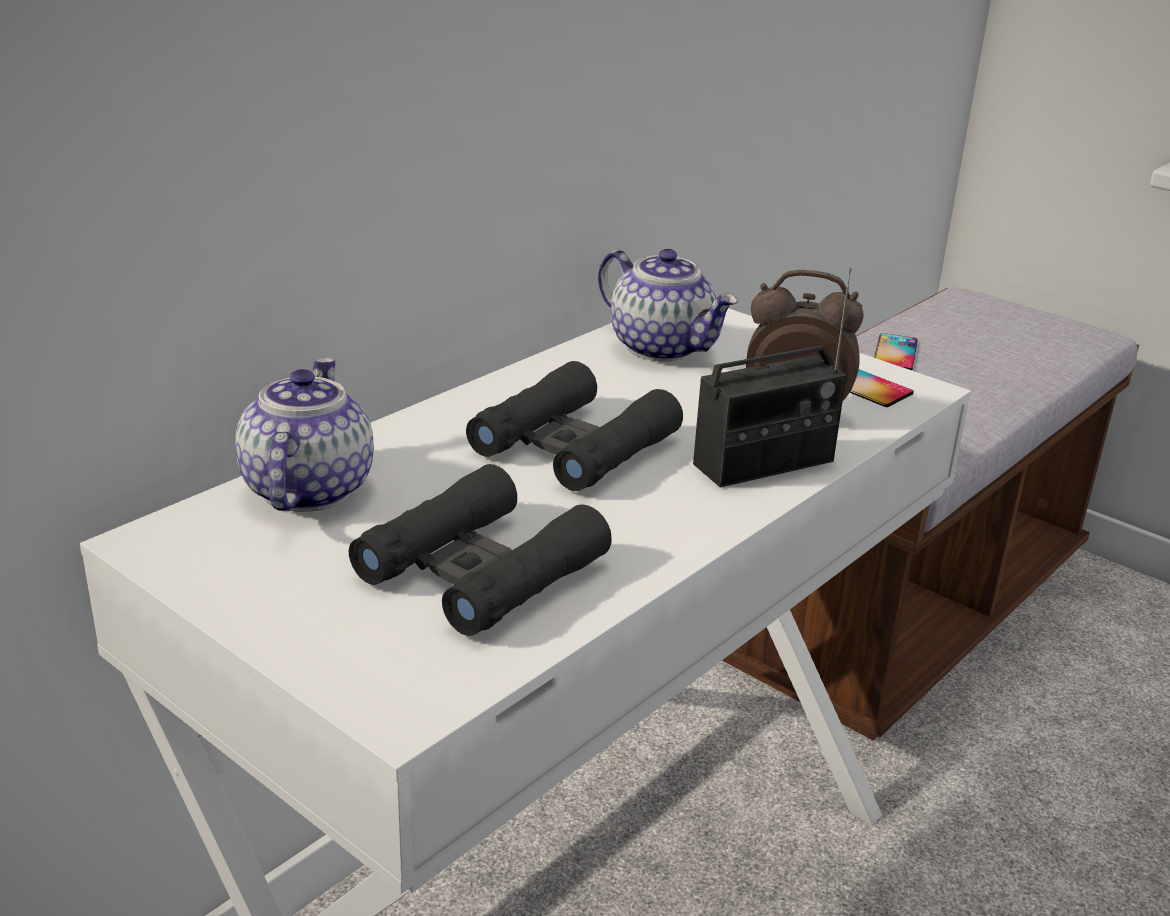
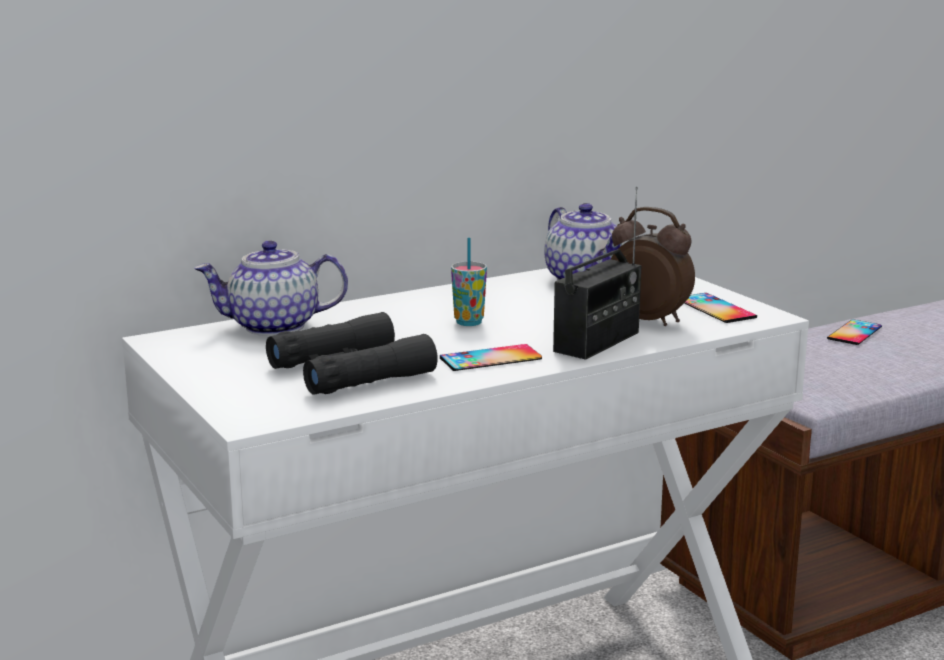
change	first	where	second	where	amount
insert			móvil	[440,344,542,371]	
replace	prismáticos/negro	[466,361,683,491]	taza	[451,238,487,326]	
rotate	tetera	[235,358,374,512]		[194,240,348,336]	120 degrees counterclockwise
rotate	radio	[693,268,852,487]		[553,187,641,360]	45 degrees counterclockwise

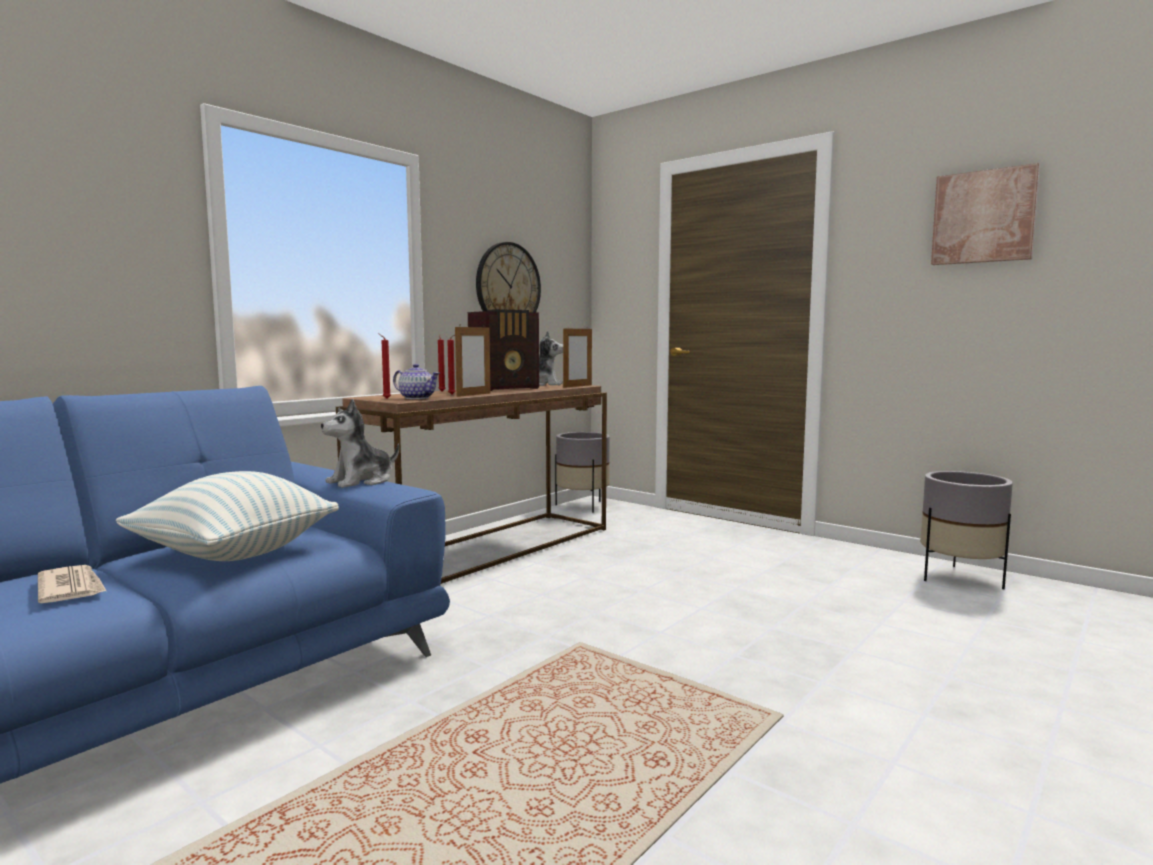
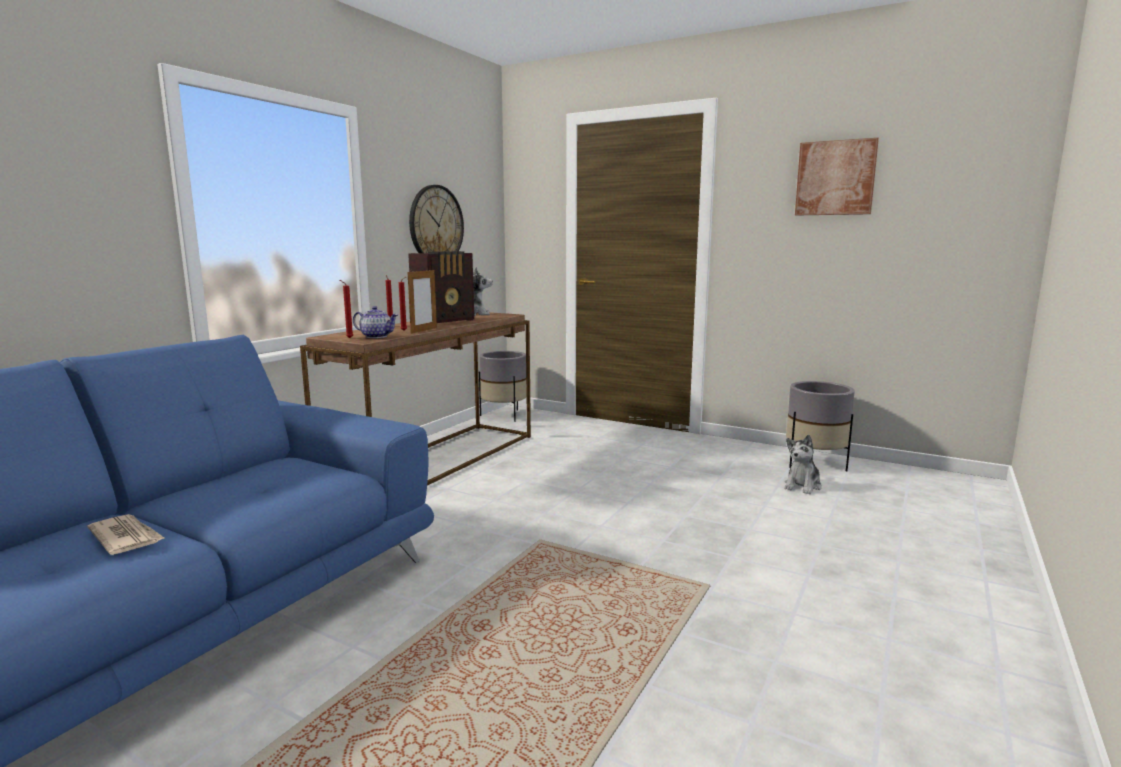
change	first	where	second	where	amount
delete	cojín	[116,471,339,561]			
delete	portarretratos	[563,326,592,388]			
move	peluche	[321,399,399,488]		[784,435,822,494]	

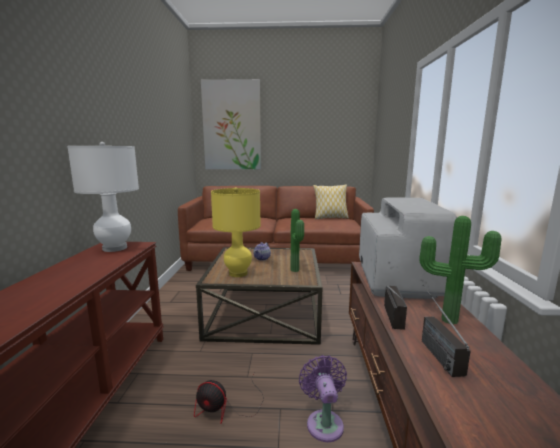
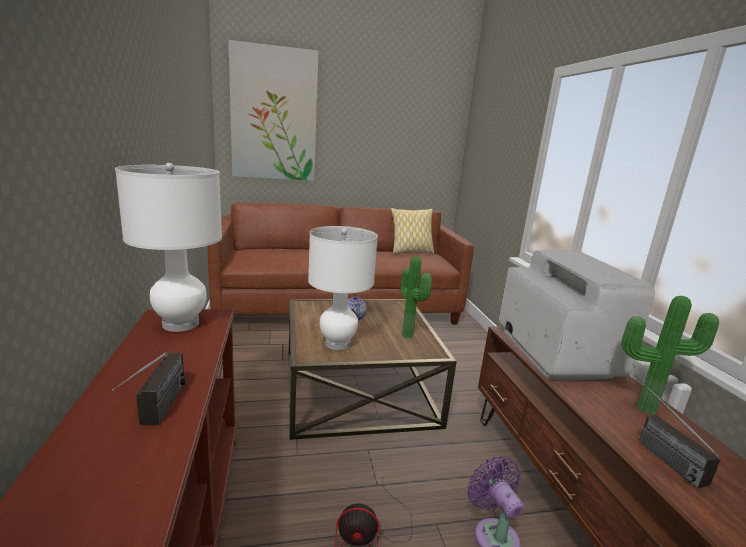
change	first	where	second	where	amount
move	radio	[384,285,407,330]		[112,353,187,425]	
recolor	lámpara de mesa/amarillo	[211,187,261,277]	lámpara de mesa/blanco	[308,226,378,350]	

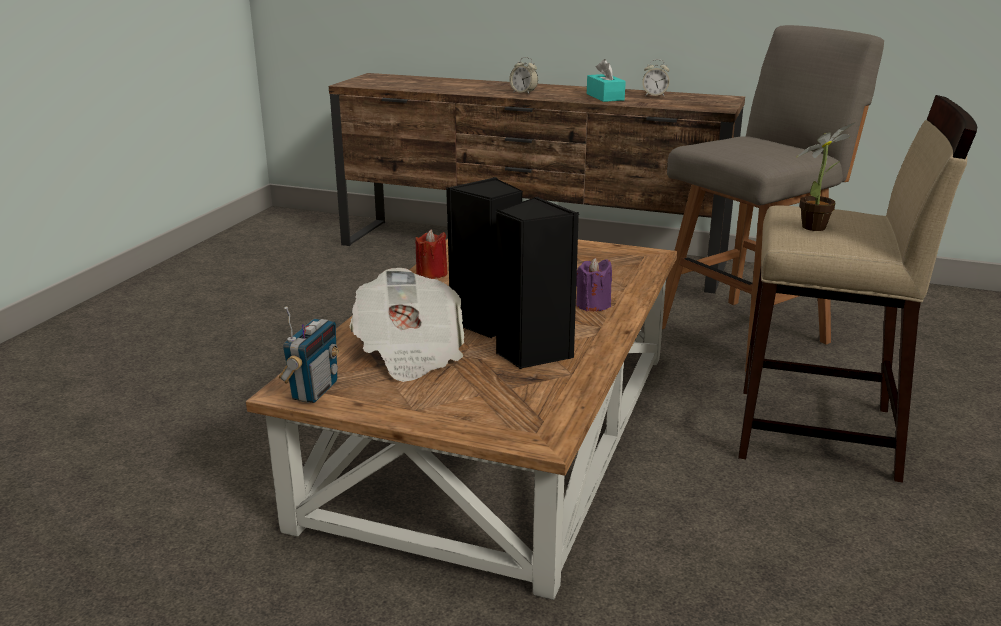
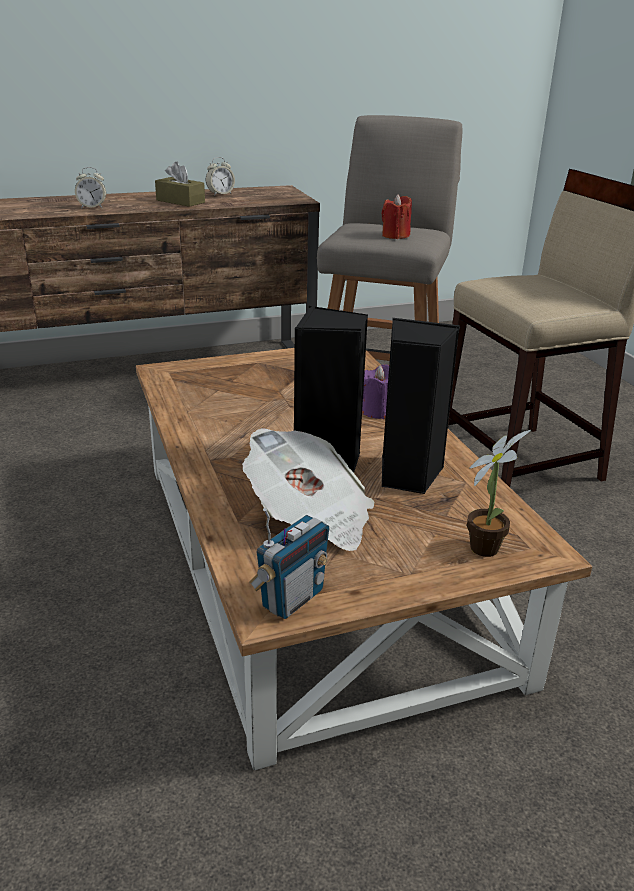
change	first	where	second	where	amount
move	vela/rojo	[415,229,448,279]		[382,194,412,239]	
move	planta en maceta	[796,122,856,231]		[467,430,531,557]	
recolor	caja de pañuelos/turquesa	[587,59,626,102]	caja de pañuelos/marrón	[155,162,205,207]	
rotate	radio	[279,306,339,403]		[249,508,329,619]	60 degrees clockwise

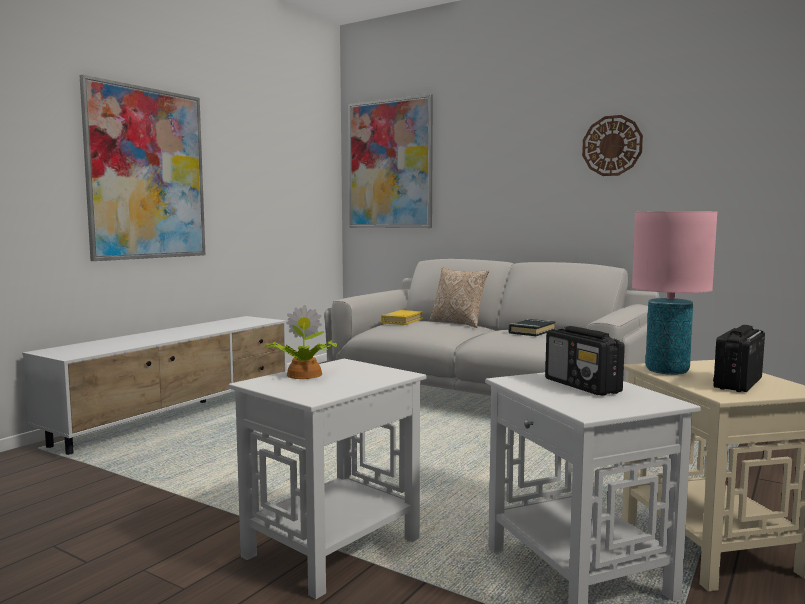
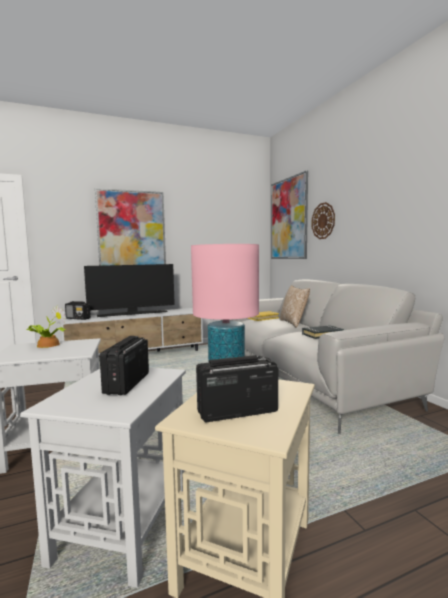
change	first	where	second	where	amount
insert			radio	[65,301,91,320]	
insert			televisor	[84,264,175,317]	
move	reloj de pared	[582,115,643,176]		[312,202,335,239]	

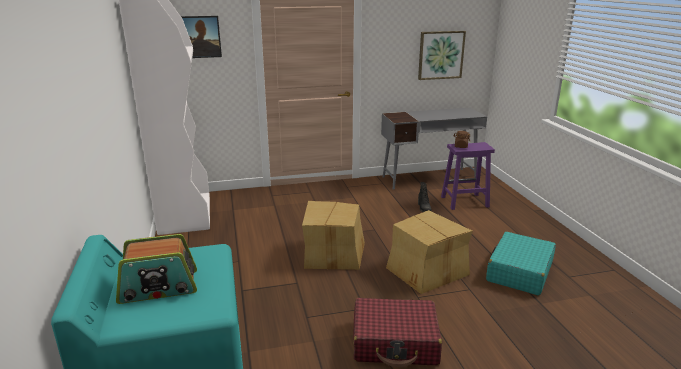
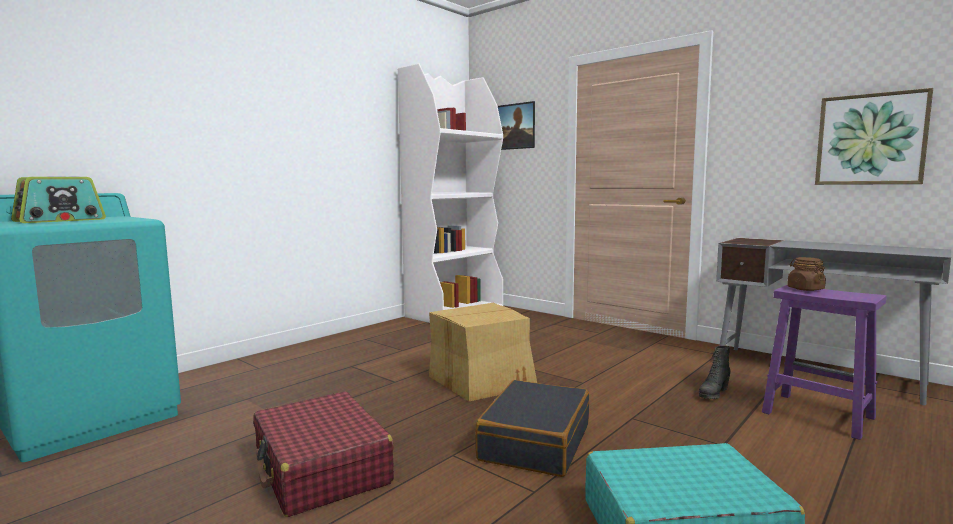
change	first	where	second	where	amount
replace	caja de cartón	[386,210,473,294]	maleta/negro	[475,380,589,477]	
rotate	radio	[116,234,197,304]		[11,177,106,223]	90 degrees counterclockwise

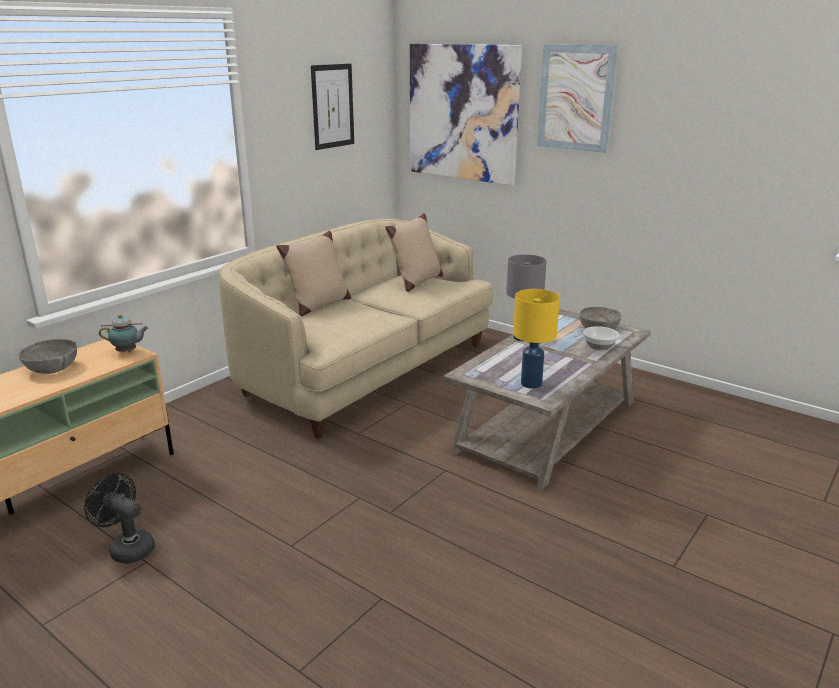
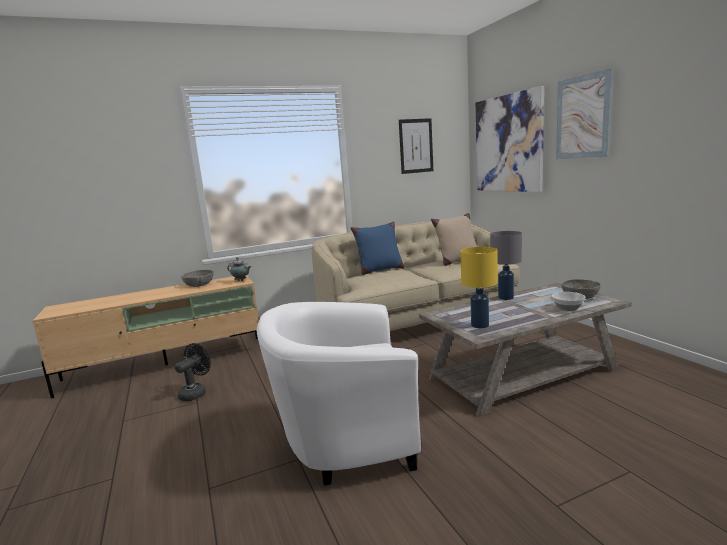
change	first	where	second	where	amount
insert			sillón/blanco	[257,302,421,486]	
recolor	cojín/beis	[276,231,351,316]	cojín/azul	[351,221,405,275]	
rotate	ventilador/negro	[84,473,155,564]		[175,343,211,401]	60 degrees clockwise

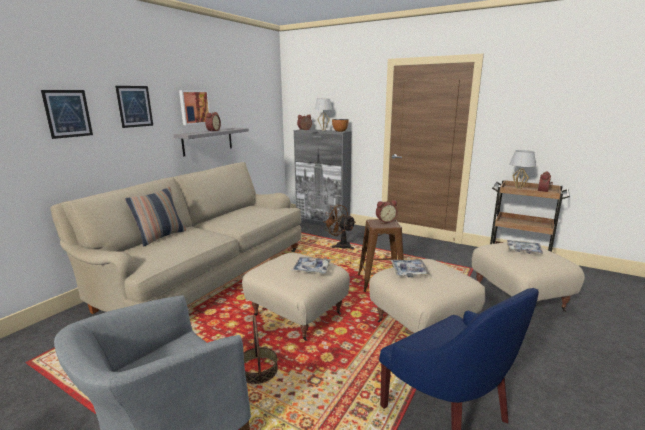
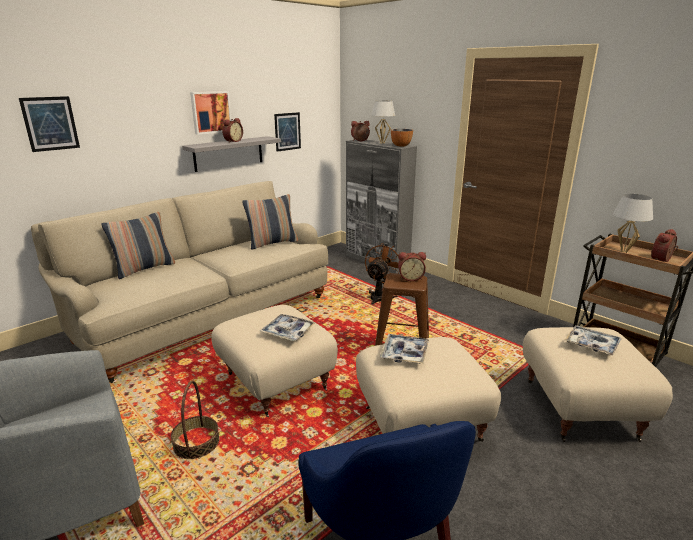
change	first	where	second	where	amount
insert			cojín	[242,194,298,250]	
move	cuadro	[115,86,153,128]		[274,112,301,152]	
rotate	ventilador/marrón	[323,204,356,249]		[365,243,399,305]	60 degrees clockwise

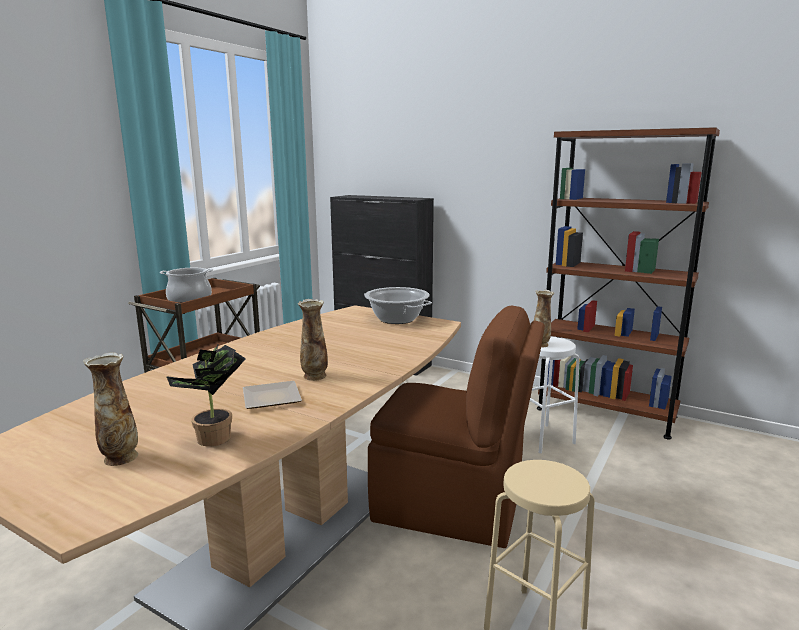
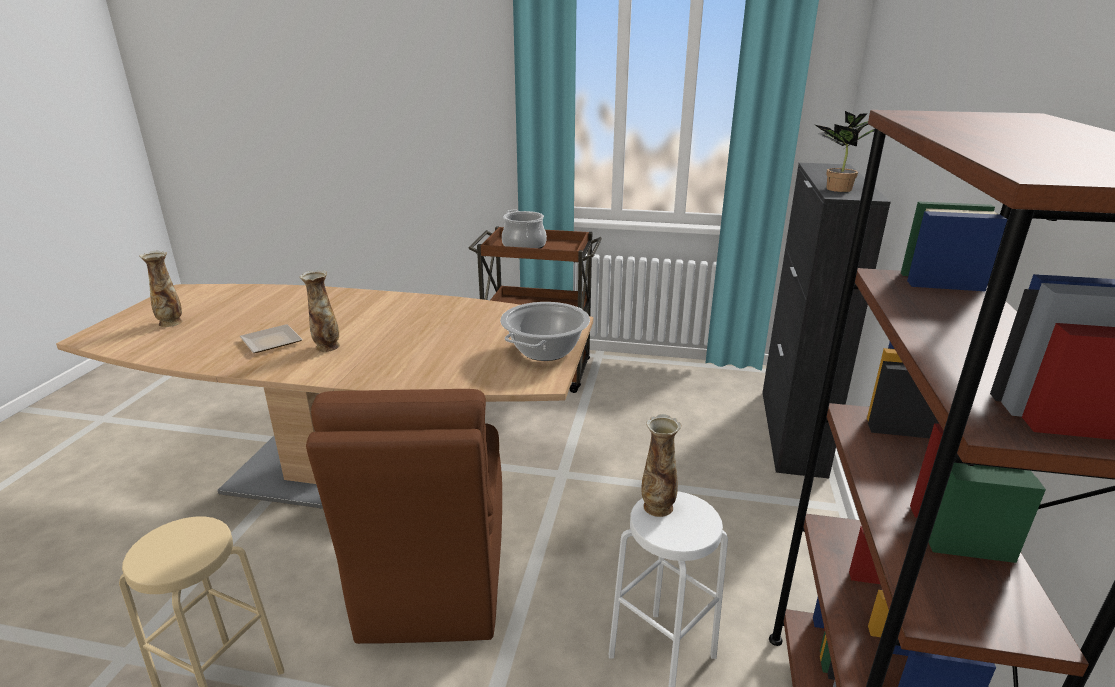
change	first	where	second	where	amount
move	planta en maceta	[166,343,246,447]		[815,111,875,192]	

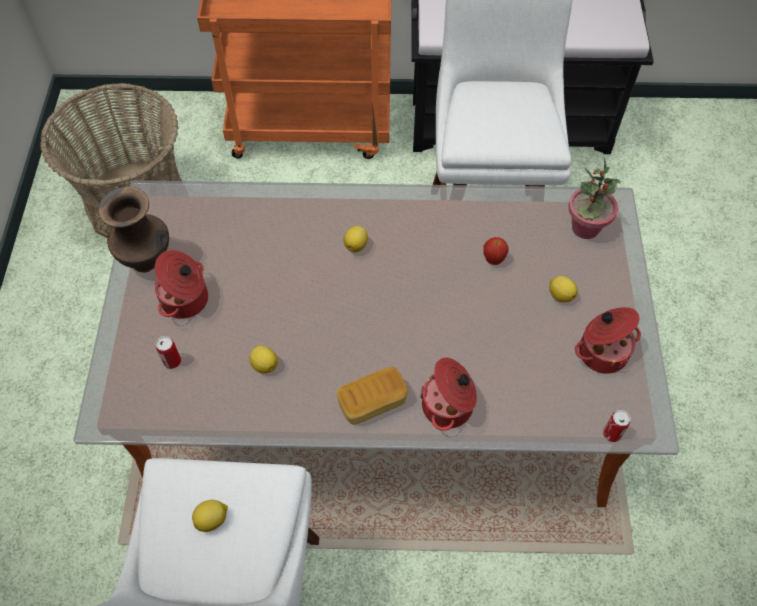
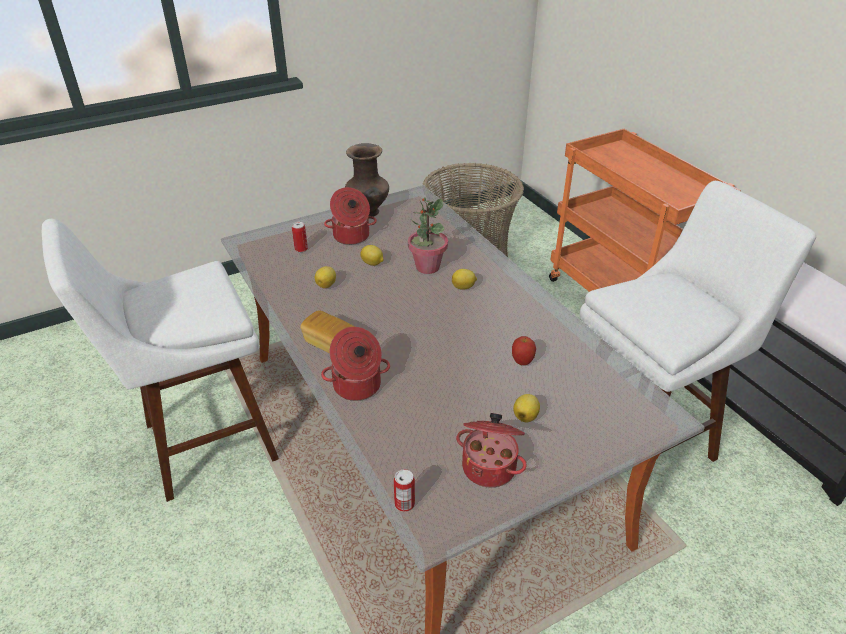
change	first	where	second	where	amount
move	limón	[192,500,228,532]		[360,245,384,266]	
move	planta en maceta	[568,158,621,239]		[408,197,448,274]	

